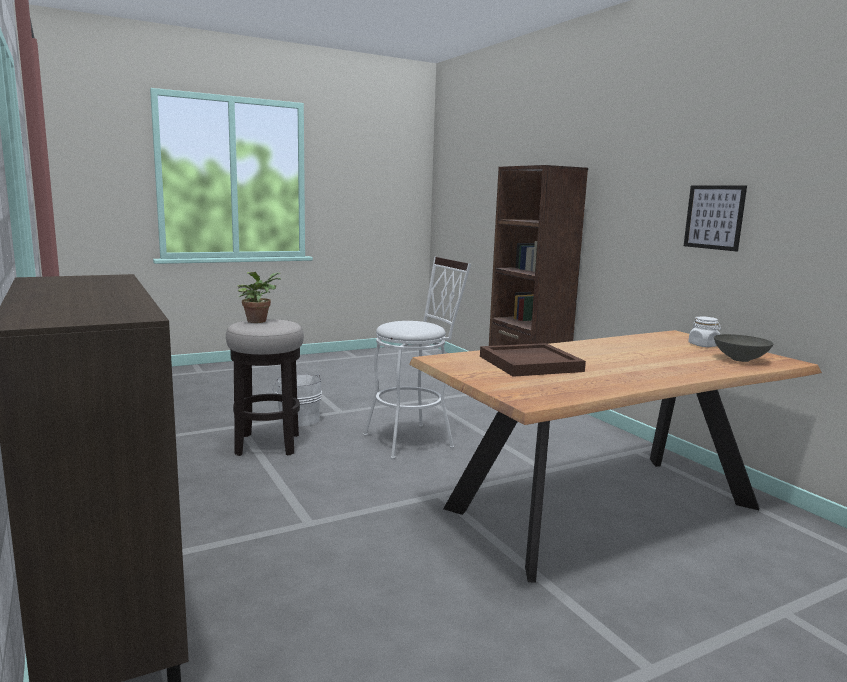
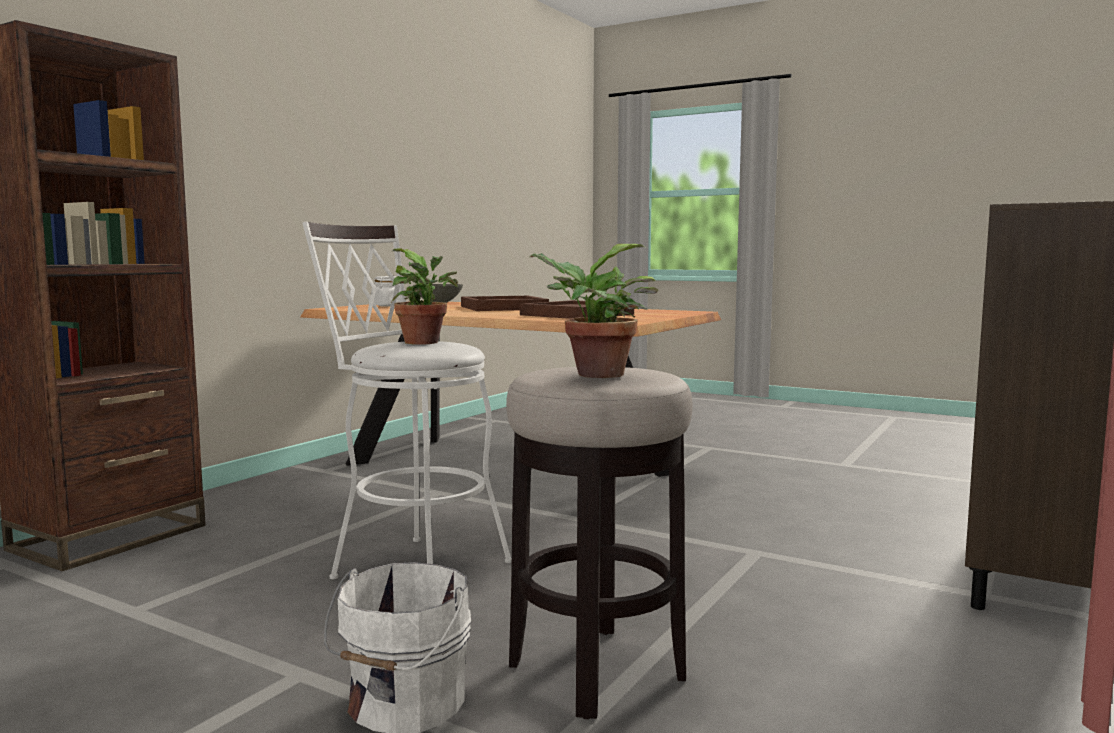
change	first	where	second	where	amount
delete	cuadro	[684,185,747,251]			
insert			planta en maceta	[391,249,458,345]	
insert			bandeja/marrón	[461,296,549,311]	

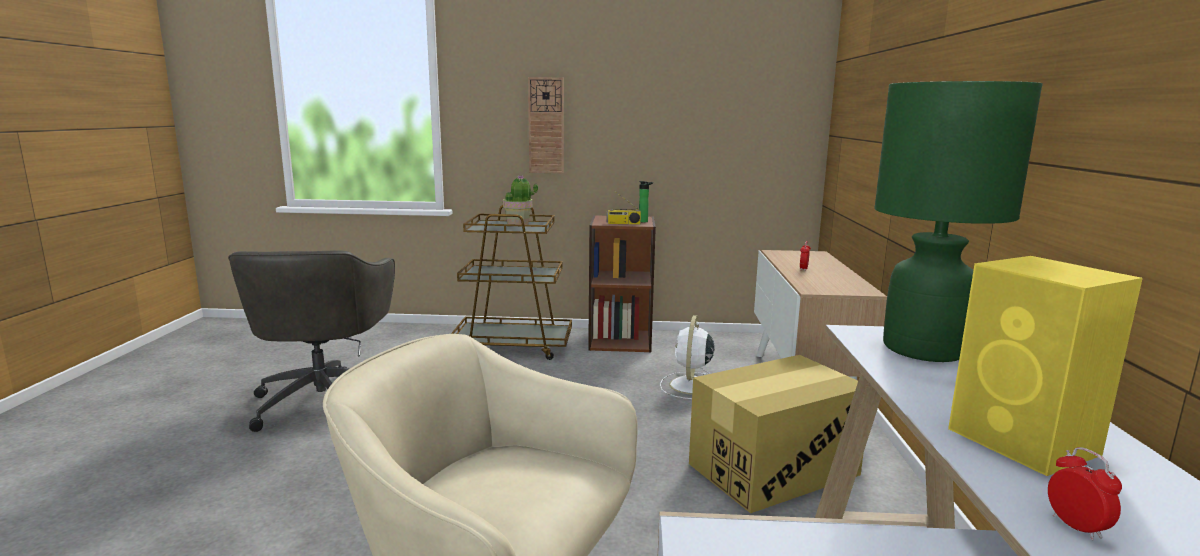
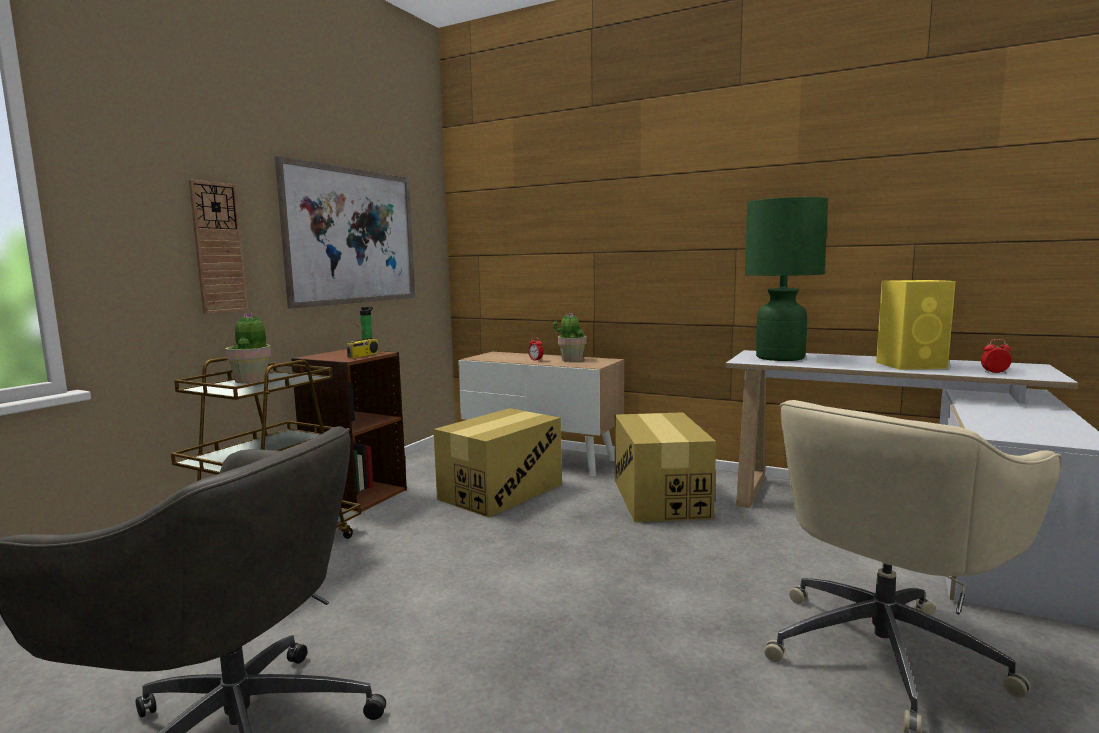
change	first	where	second	where	amount
insert			cuadro	[275,156,415,309]	
insert			planta en maceta	[553,312,587,362]	
replace	ventilador/blanco	[660,315,715,399]	caja de cartón	[434,408,562,518]	

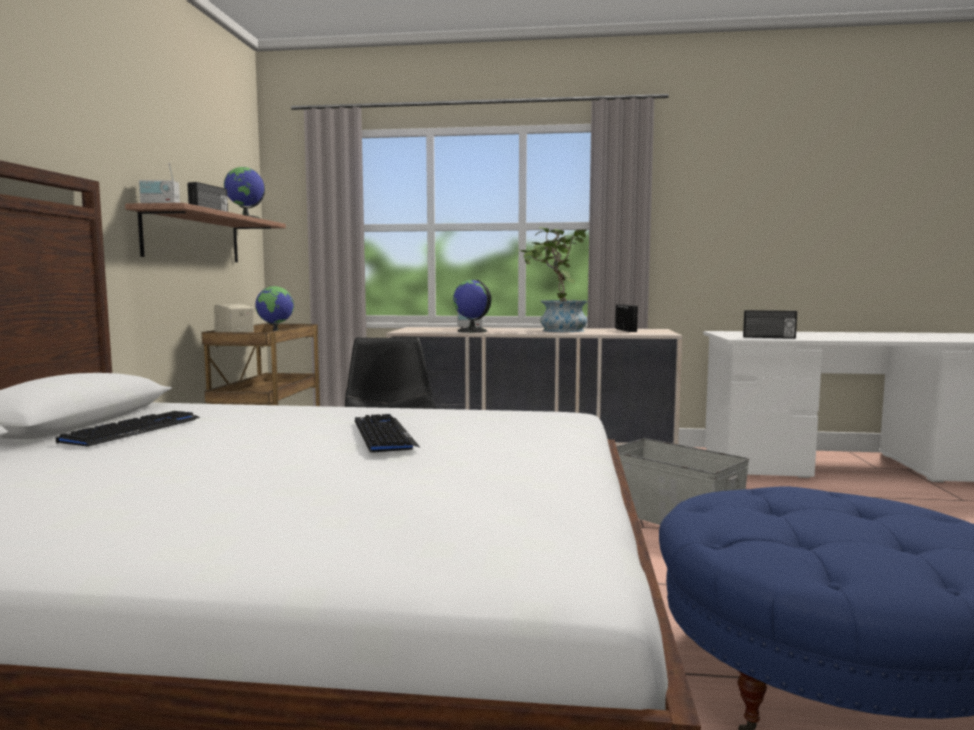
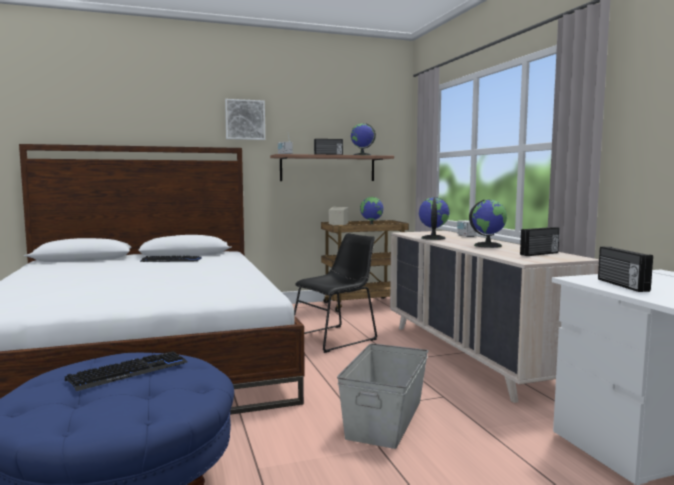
change	first	where	second	where	amount
insert			cuadro	[225,99,265,140]	
move	teclado	[355,414,421,453]		[65,351,187,391]	
replace	planta en maceta	[517,227,588,332]	globo terráqueo	[469,200,507,248]	

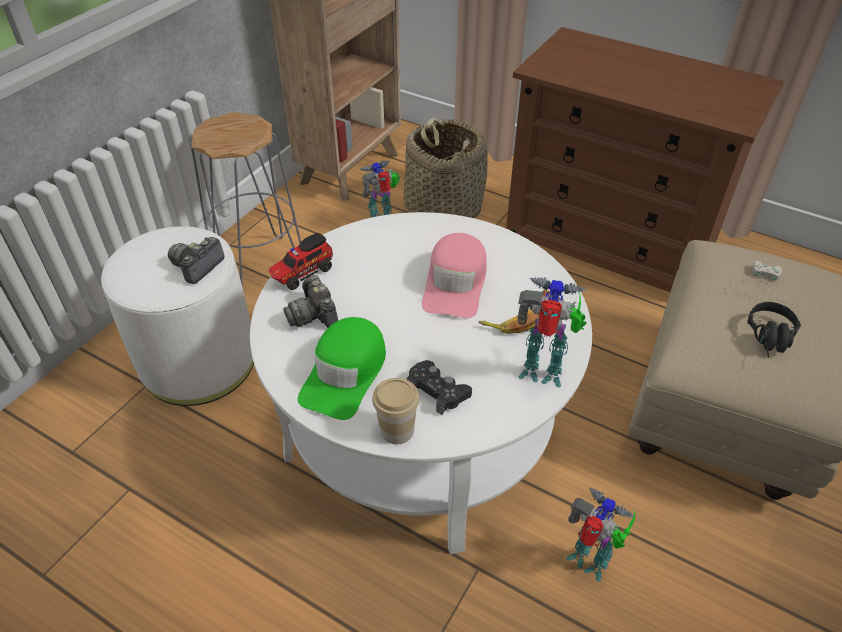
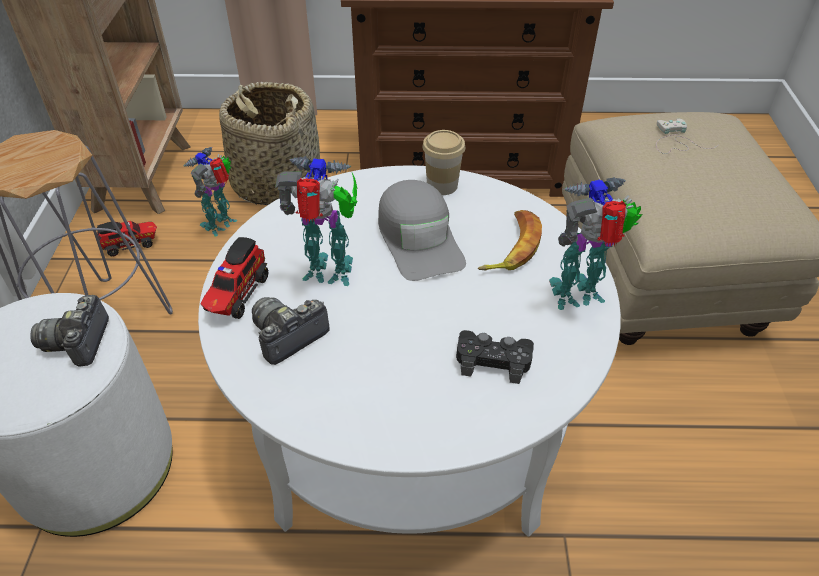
change	first	where	second	where	amount
delete	gorra/verde	[298,317,386,420]			
delete	auriculares/negro	[747,302,801,358]			
insert			camión de juguete	[97,221,157,257]	
move	taza	[372,378,420,444]		[422,130,465,195]	
move	robot de juguete	[566,488,636,582]		[275,156,358,286]	
recolor	gorra/rosa	[422,233,487,318]	gorra/gris	[378,180,466,281]	
rotate	cámara	[283,275,338,328]		[252,297,330,365]	105 degrees clockwise

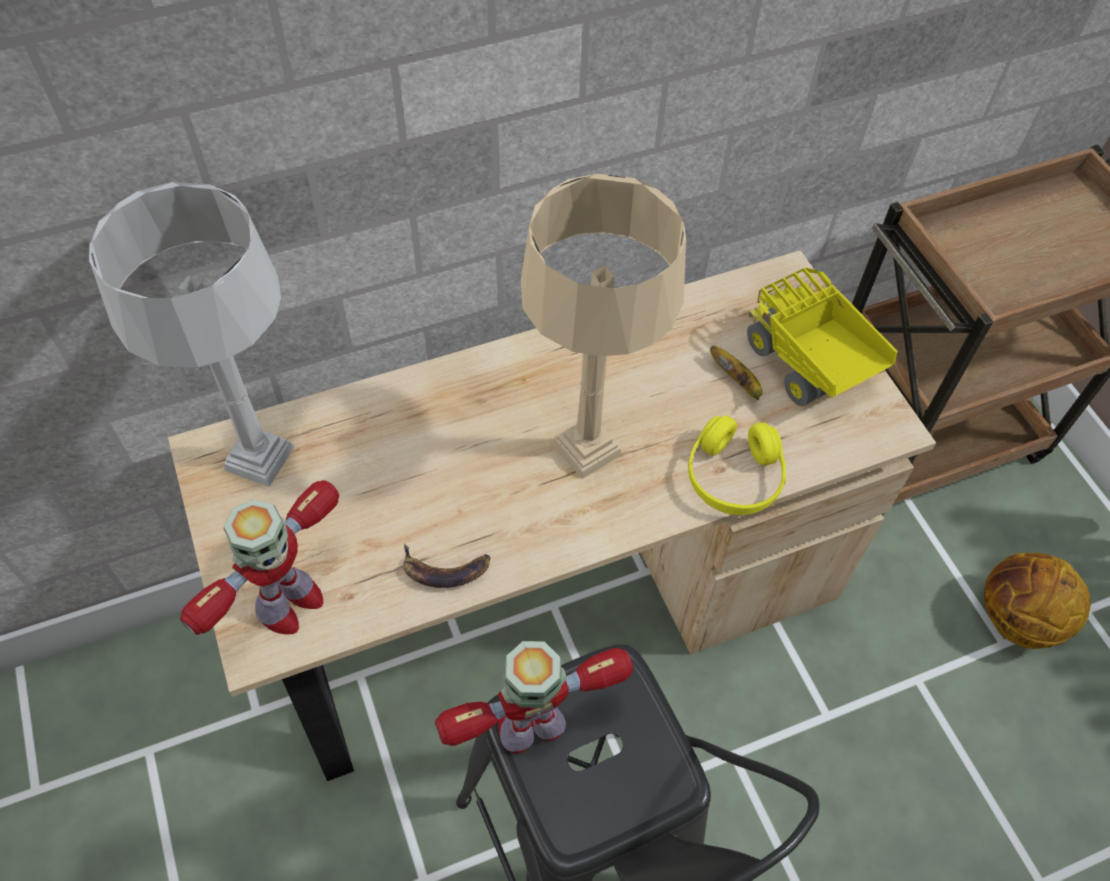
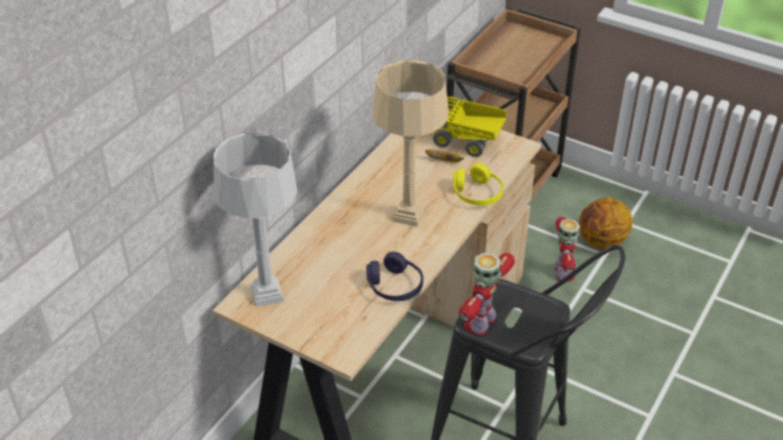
change	first	where	second	where	amount
move	robot de juguete	[180,480,339,635]		[555,217,580,282]	
replace	plátano	[403,544,490,588]	auriculares/morado	[366,252,423,301]	

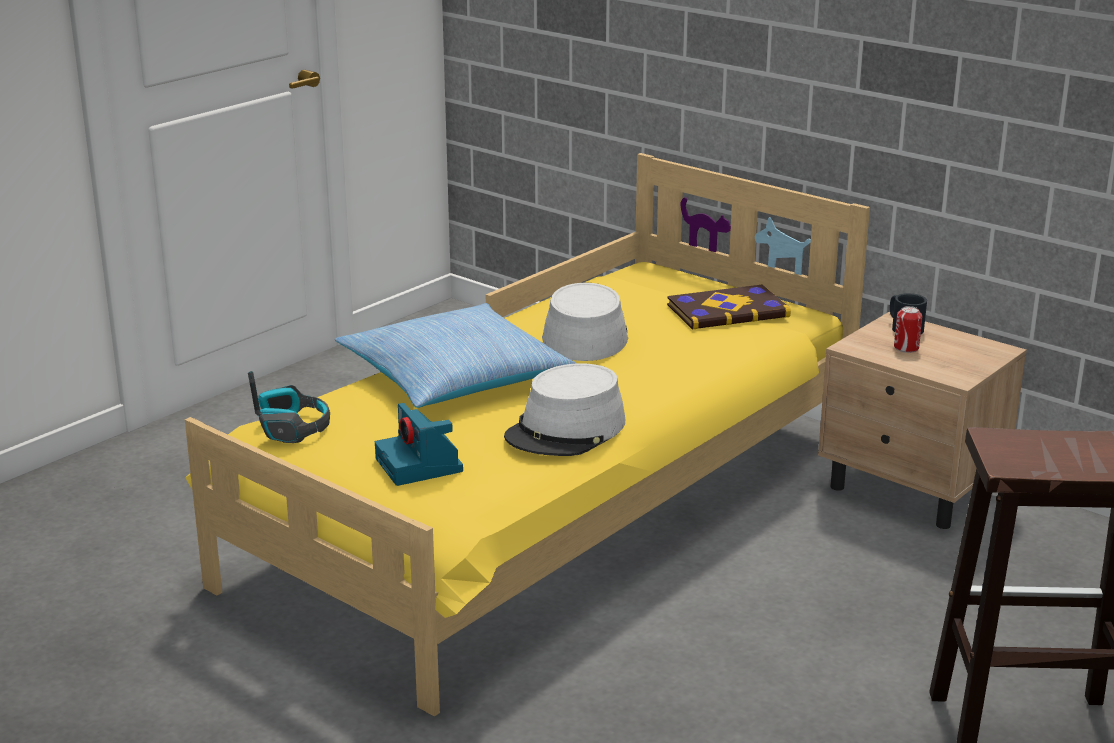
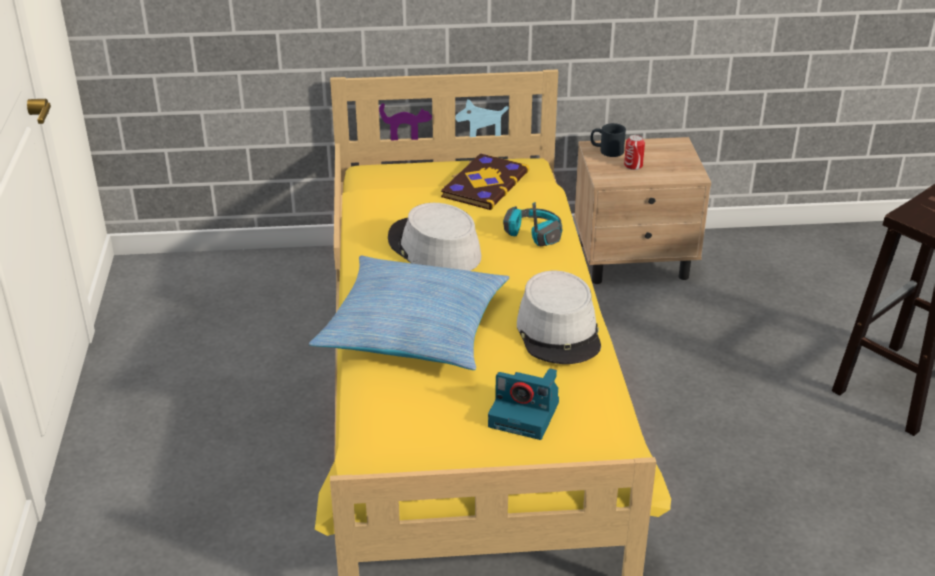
change	first	where	second	where	amount
move	auriculares	[248,371,330,443]		[503,202,562,246]	

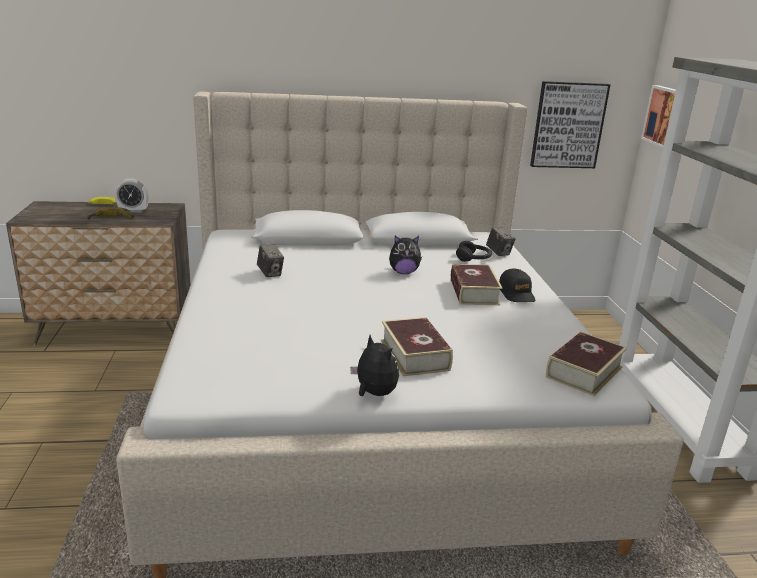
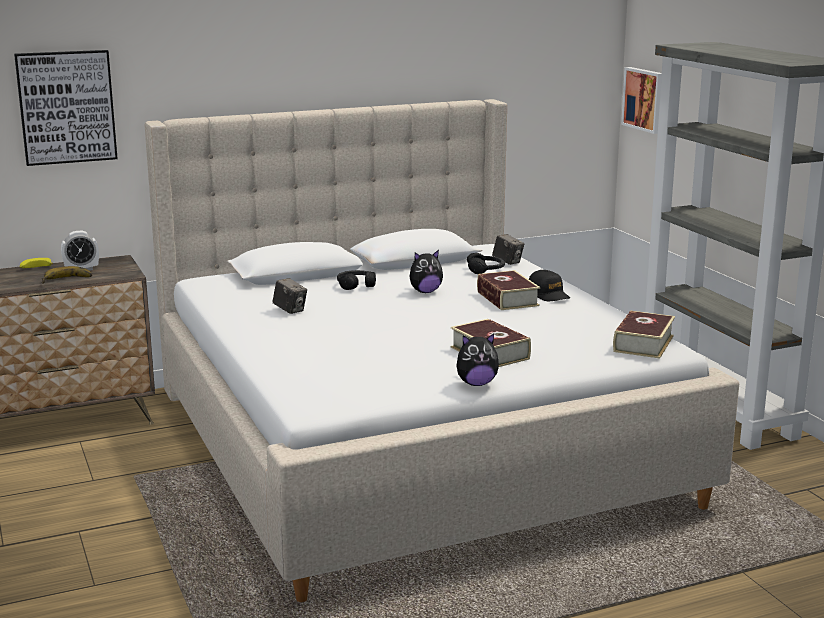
change	first	where	second	where	amount
insert			auriculares/negro	[337,270,376,290]	
move	cuadro	[530,81,610,168]		[14,50,118,166]	
rotate	peluche	[350,335,399,396]		[457,333,499,386]	135 degrees clockwise

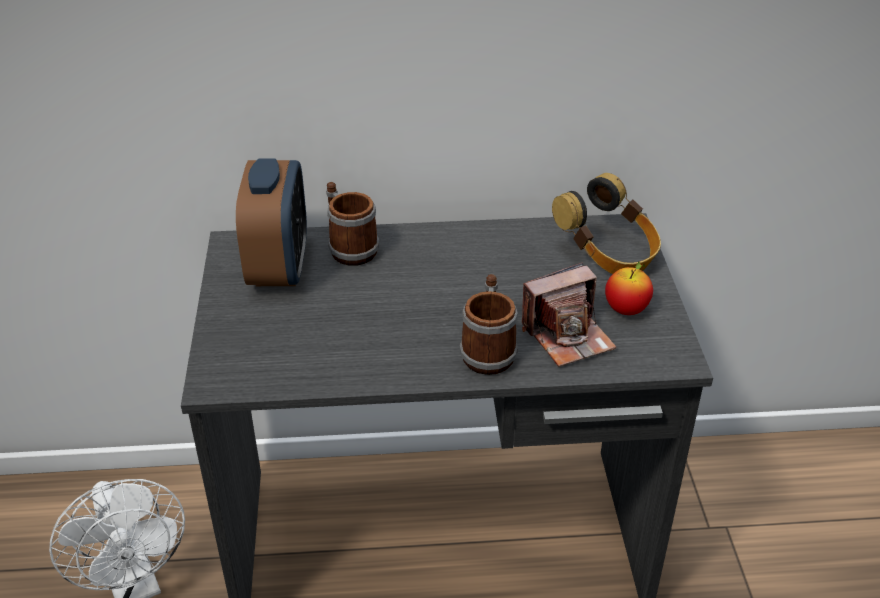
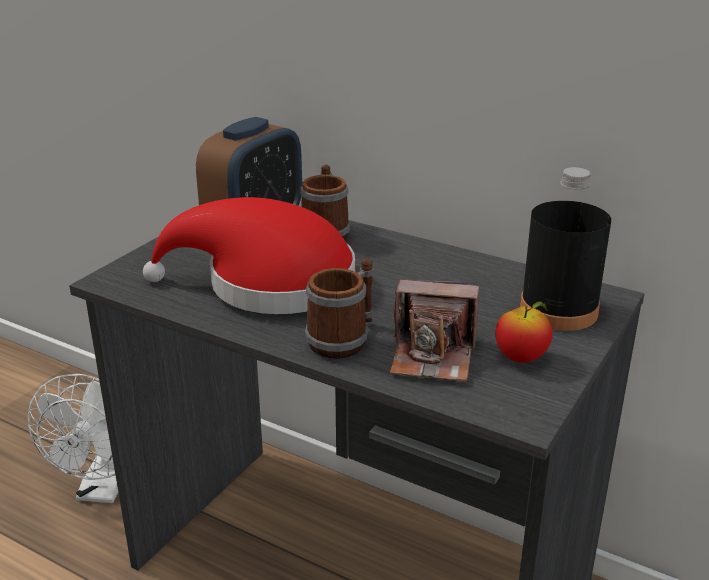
change	first	where	second	where	amount
insert			sombrero/rojo	[143,197,355,314]	
replace	auriculares	[552,173,661,274]	botella/negro	[520,167,611,331]	

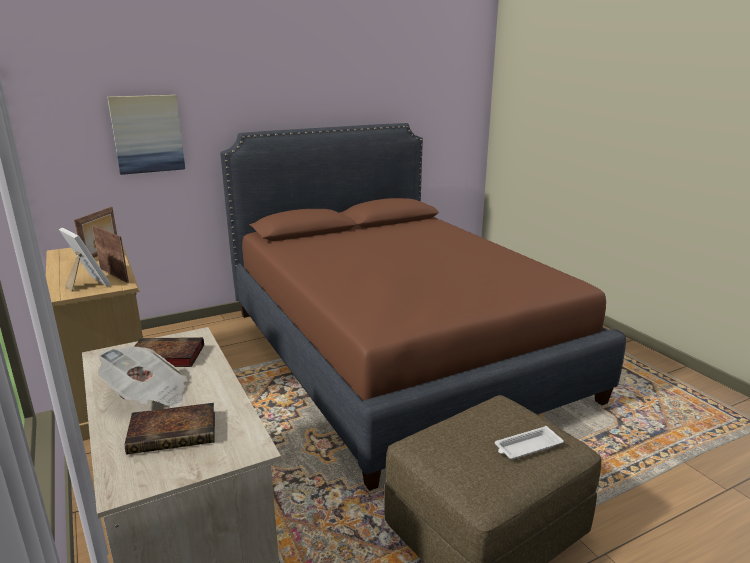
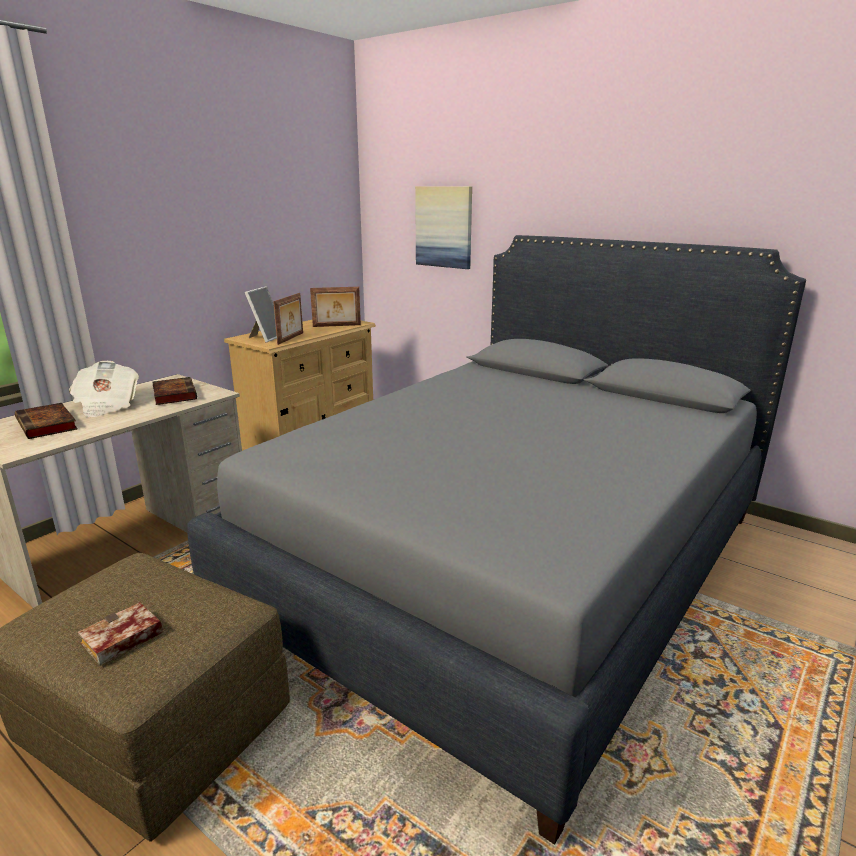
change	first	where	second	where	amount
replace	bandeja/blanco	[495,426,564,459]	libro	[78,602,163,666]	
recolor	cama/marrón	[220,123,626,491]	cama/gris	[187,235,806,845]	

